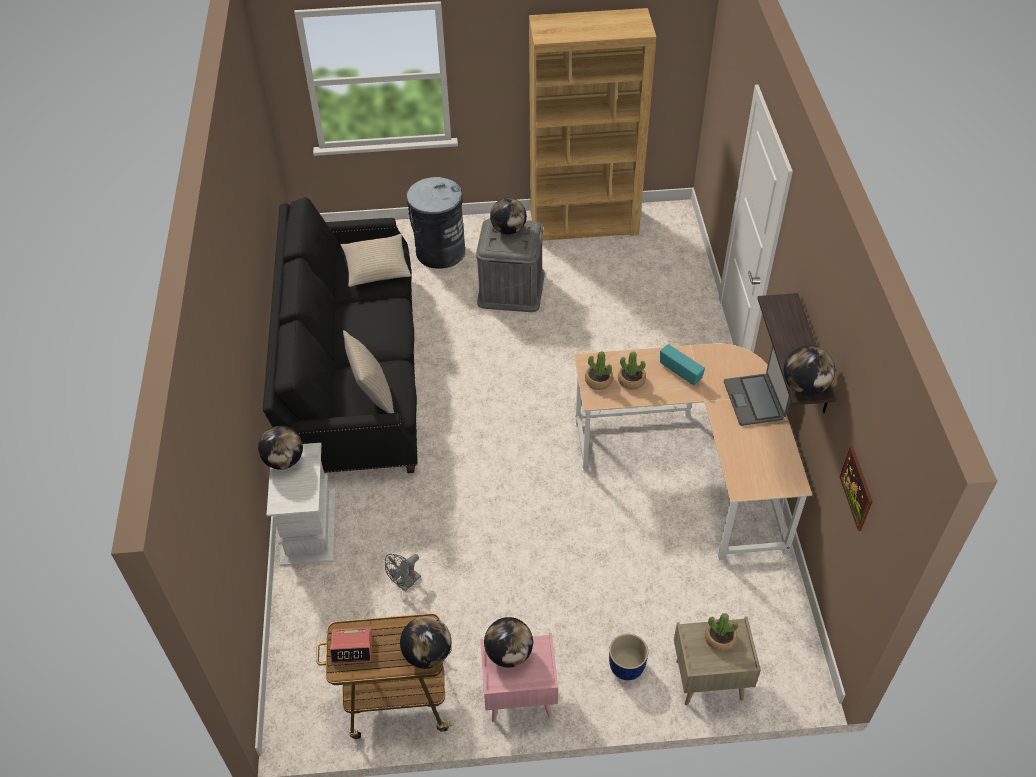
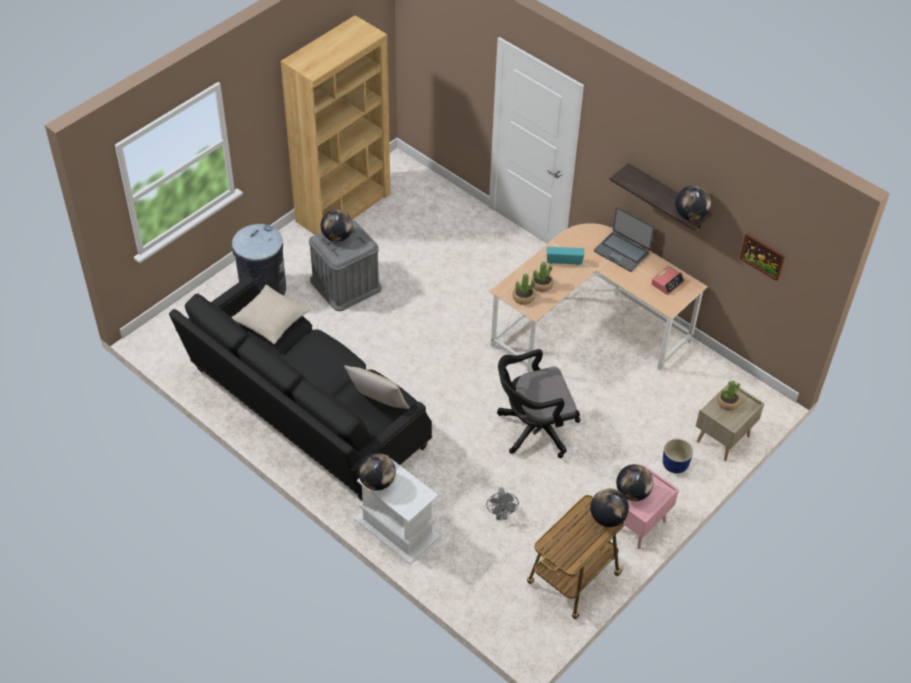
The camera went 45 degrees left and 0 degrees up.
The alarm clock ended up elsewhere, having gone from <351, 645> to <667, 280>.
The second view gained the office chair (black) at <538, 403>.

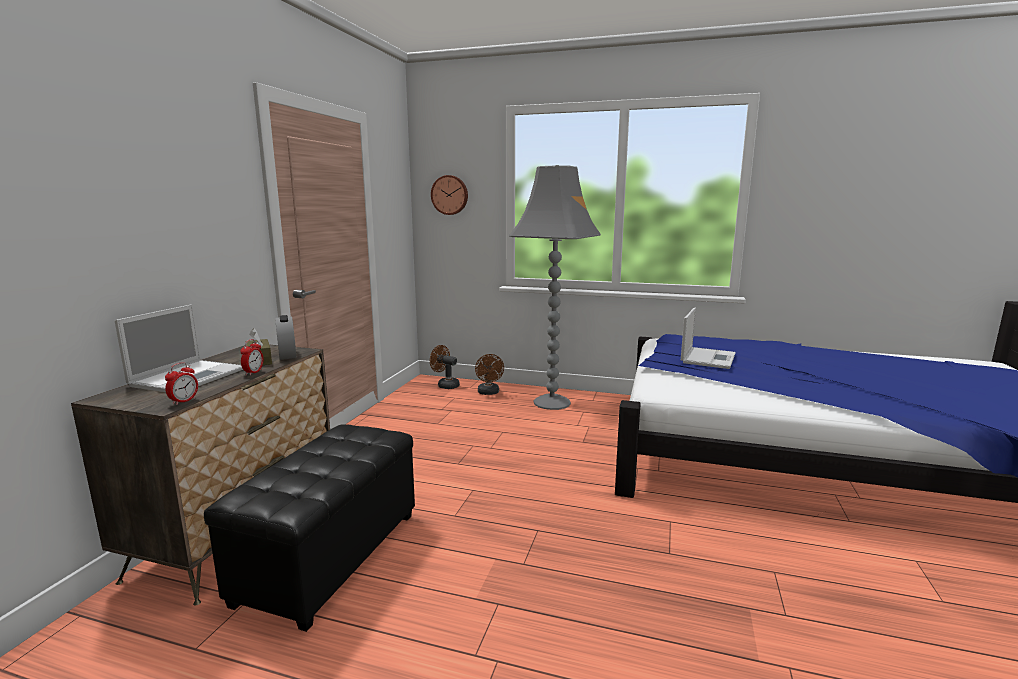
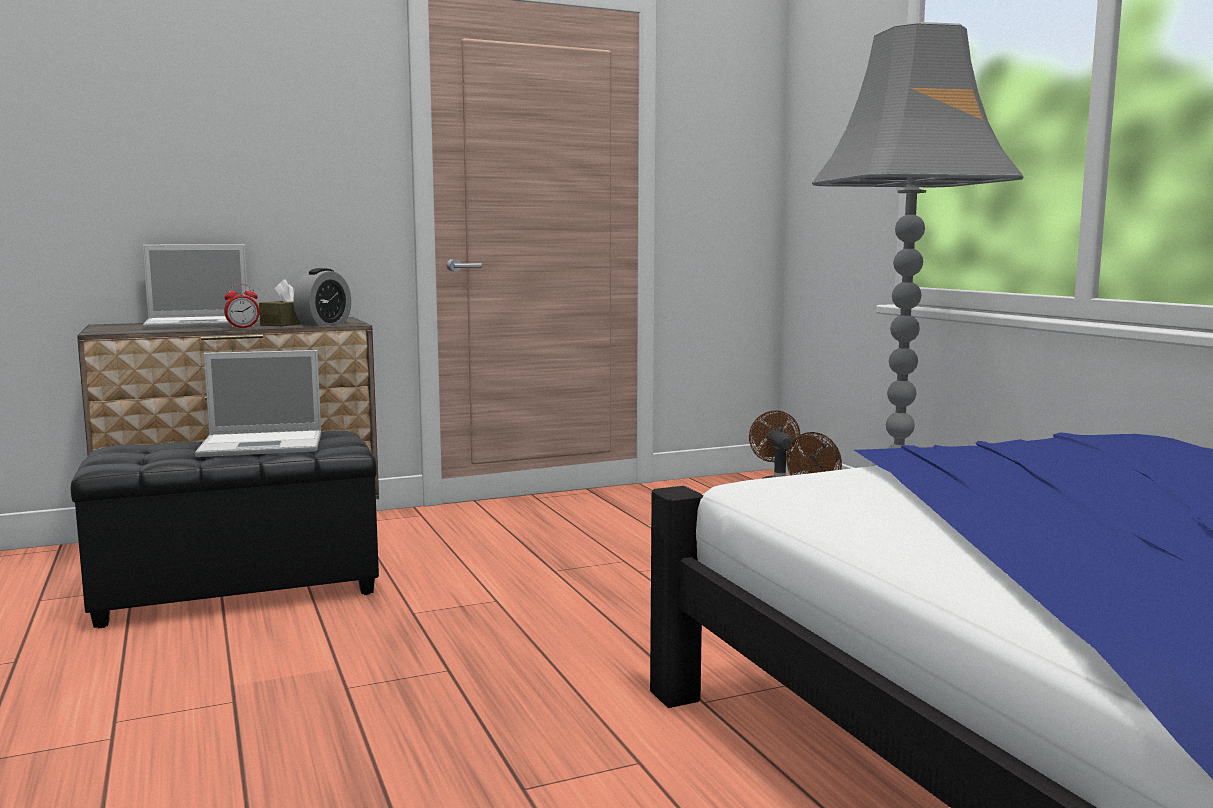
The camera went 50 degrees right and 5 degrees down.
The second view lost the alarm clock at <181, 383>.
The second view lost the wall clock at <449, 195>.
The laptop ended up elsewhere, having gone from <708, 338> to <258, 403>.

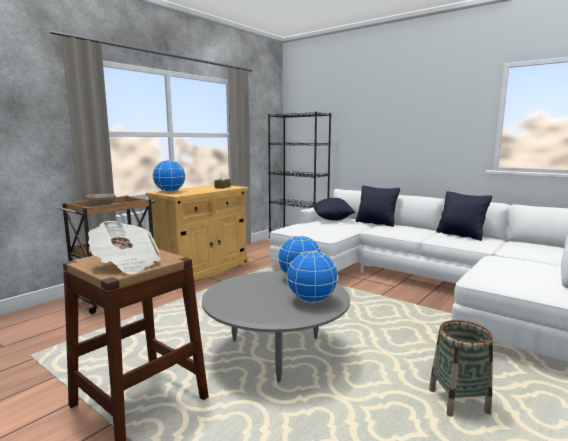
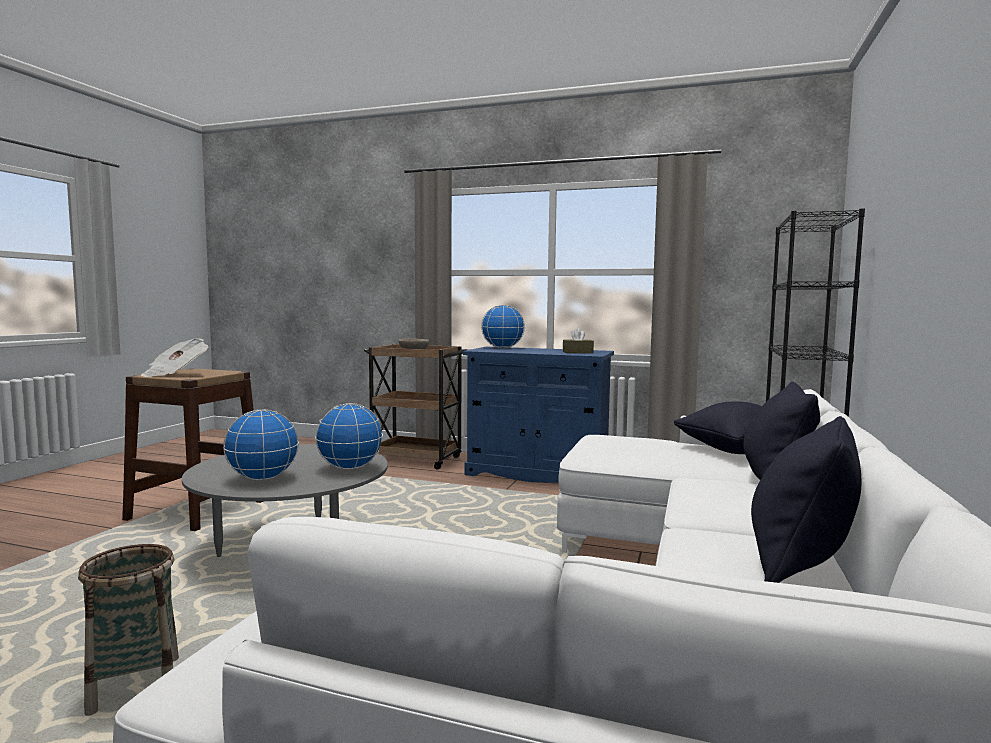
The camera went 70 degrees right and 5 degrees down.
What was the cabinet (beige) at <197, 232> turned into the cabinet (blue) at <538, 415>.

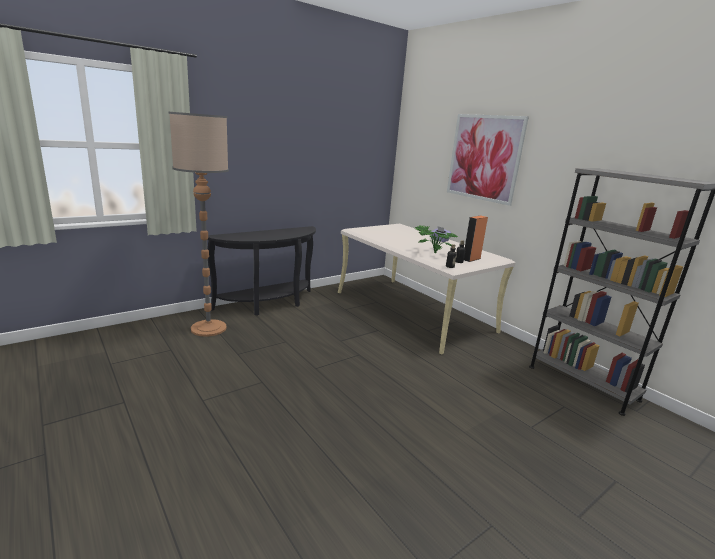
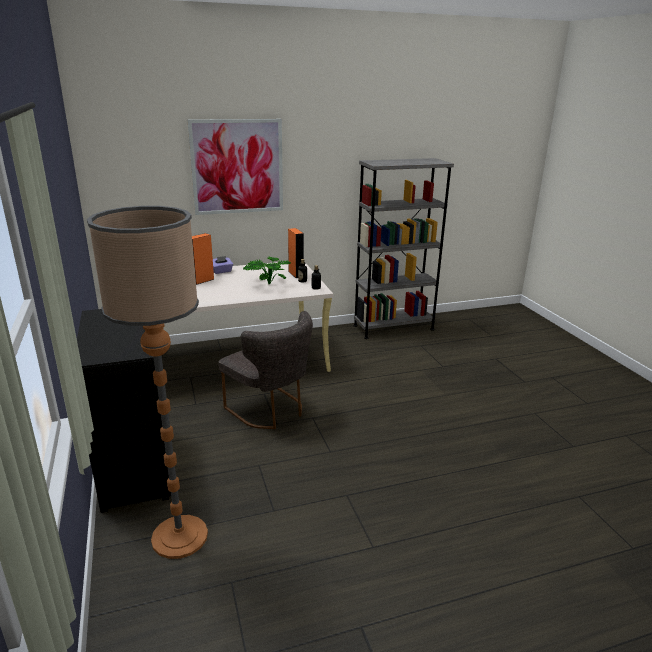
The camera went 70 degrees left and 5 degrees up.
Where the console table (black) stood at <261, 271>, the cabinet (black) came to stand at <124, 411>.
The second view gained the speaker (orange) at <203, 259>.
The second view gained the chair (grey) at <265, 370>.

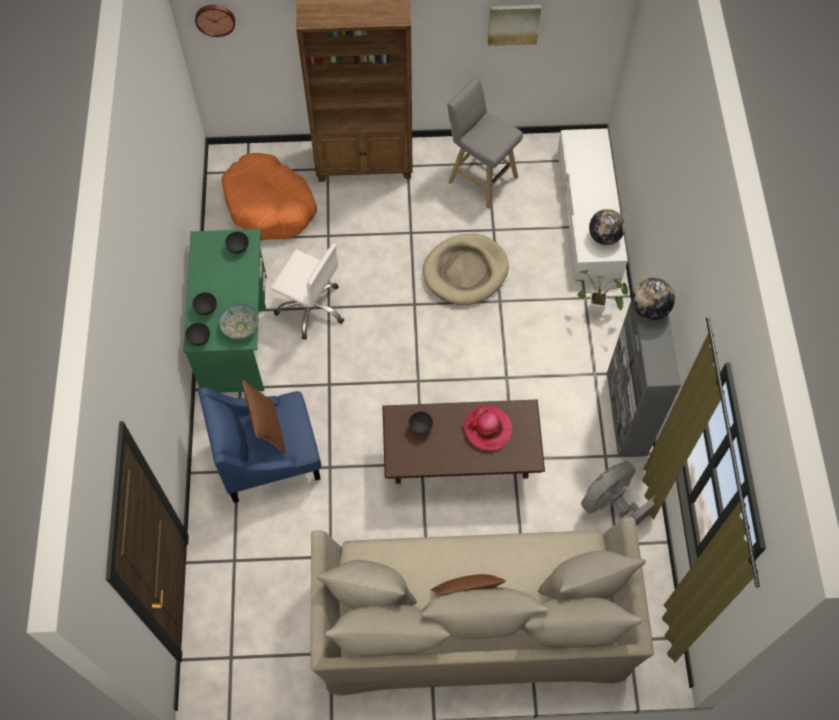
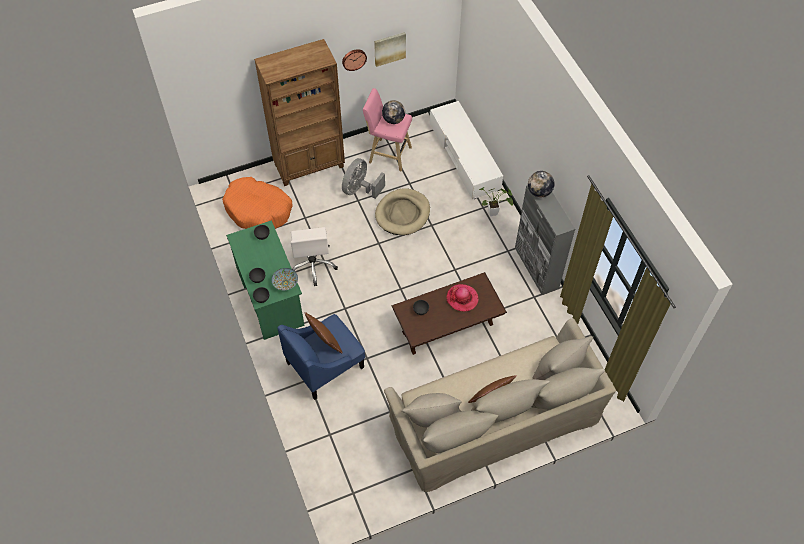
The camera went 20 degrees left and 5 degrees down.
The wall clock ended up elsewhere, having gone from <215, 21> to <354, 60>.
The office chair (white) at <307, 291> ended up facing another way, 75 degrees clockwise from before.
What was the stool (grey) at <485, 143> turned into the stool (pink) at <387, 130>.
The fan (grey) ended up elsewhere, having gone from <618, 493> to <363, 178>.
The globe ended up elsewhere, having gone from <607, 227> to <393, 112>.

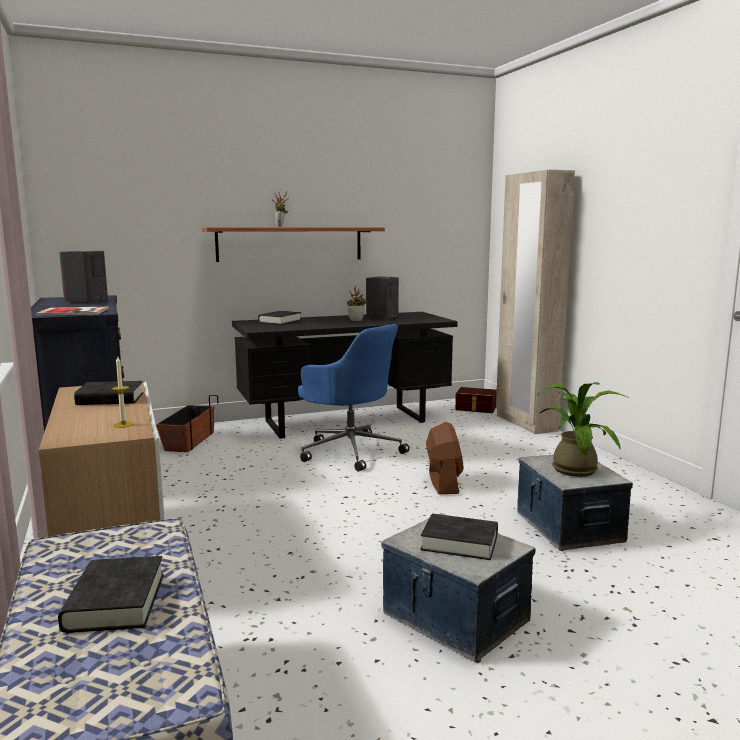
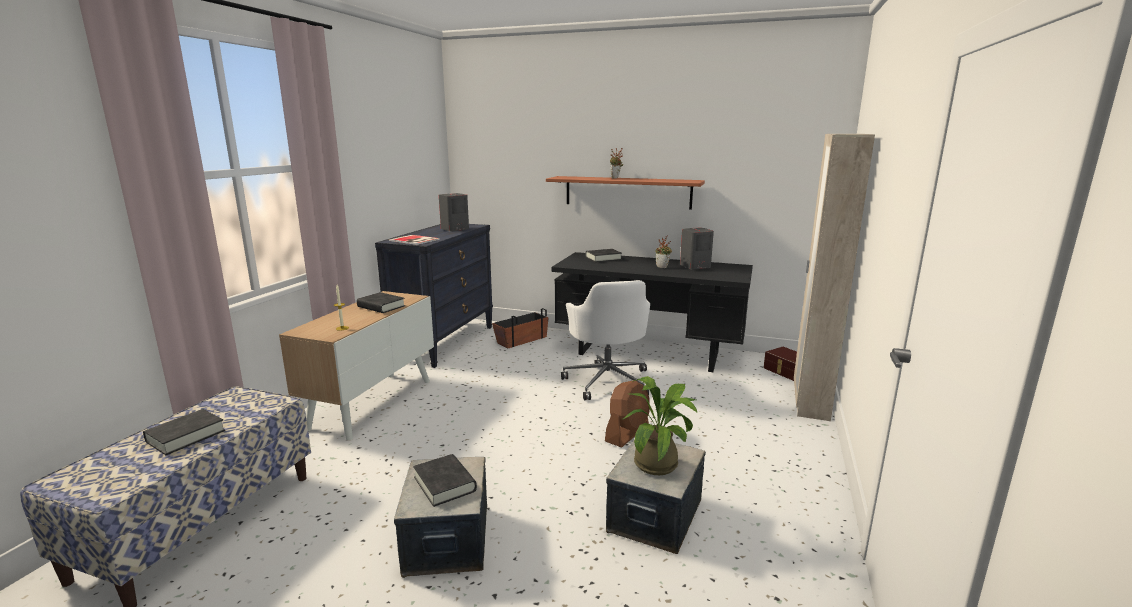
The camera went 40 degrees right and 5 degrees up.
What was the office chair (blue) at <354, 398> turned into the office chair (white) at <605, 340>.

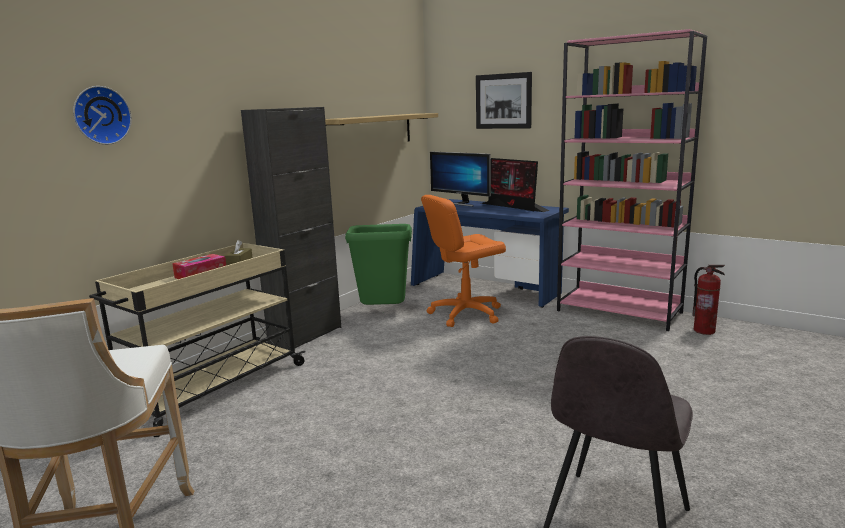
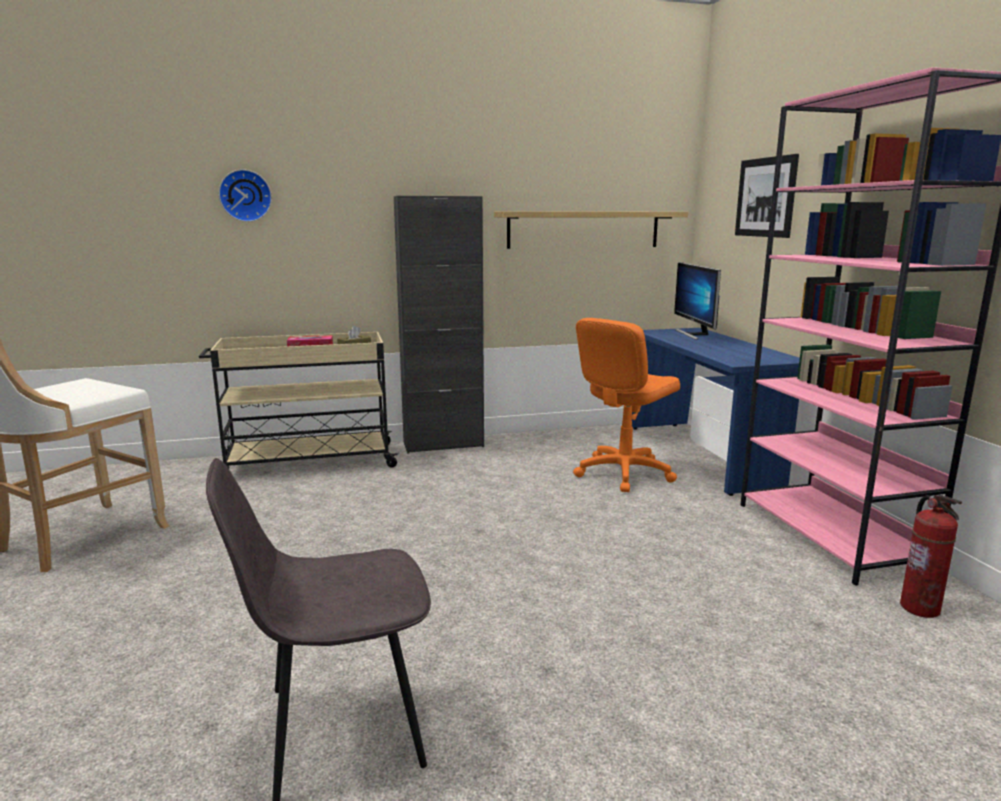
The camera went 40 degrees right and 0 degrees up.
The second view lost the trash can (green) at <378, 264>.
The office chair (orange) at <463, 261> ended up facing another way, 60 degrees counterclockwise from before.
The second view lost the monitor at <515, 185>.

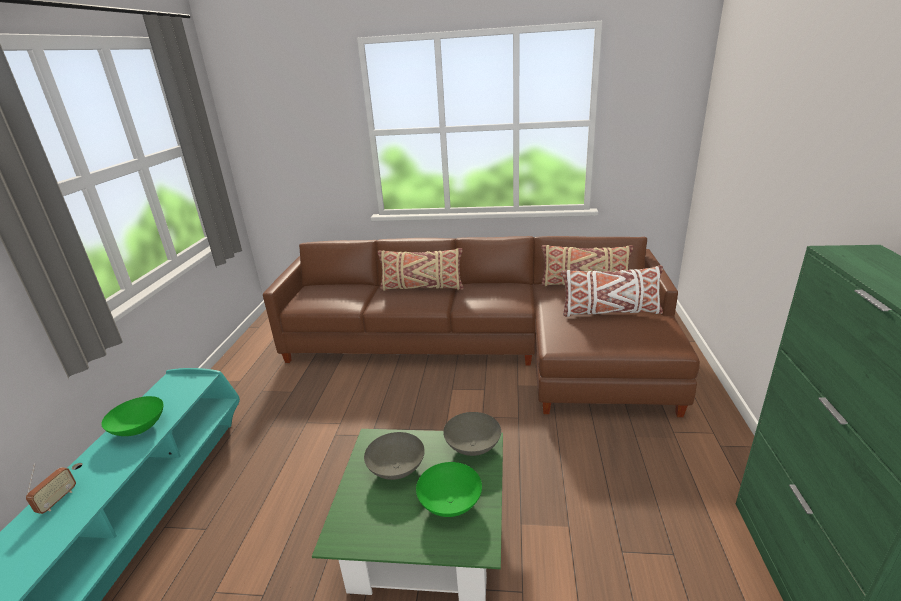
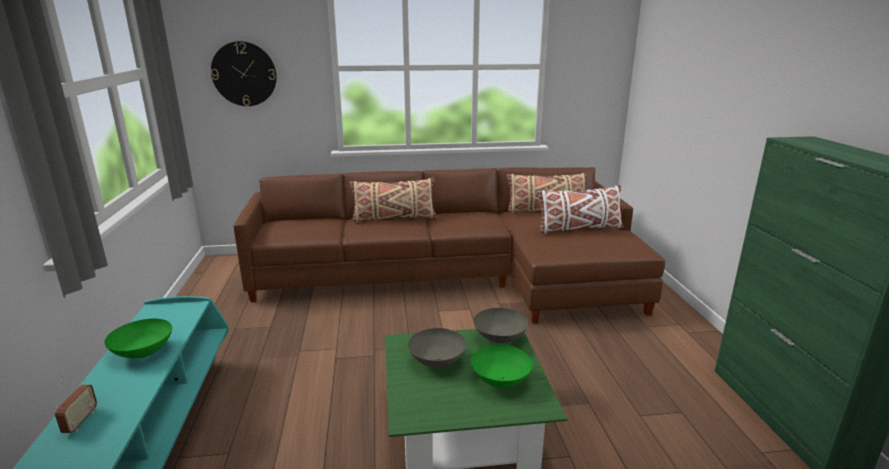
The camera went 15 degrees left and 5 degrees down.
The second view gained the wall clock at <244, 73>.

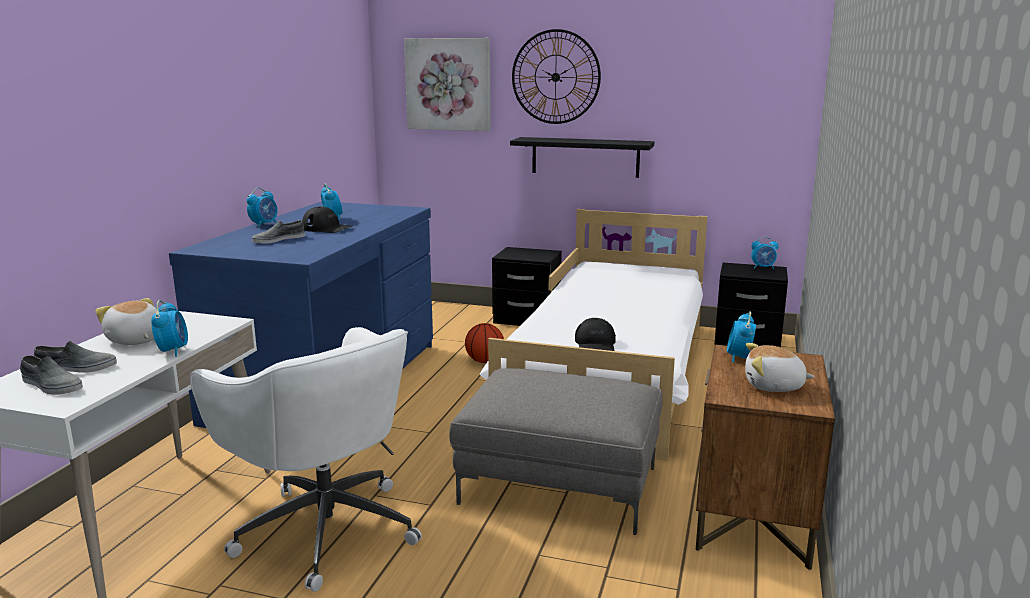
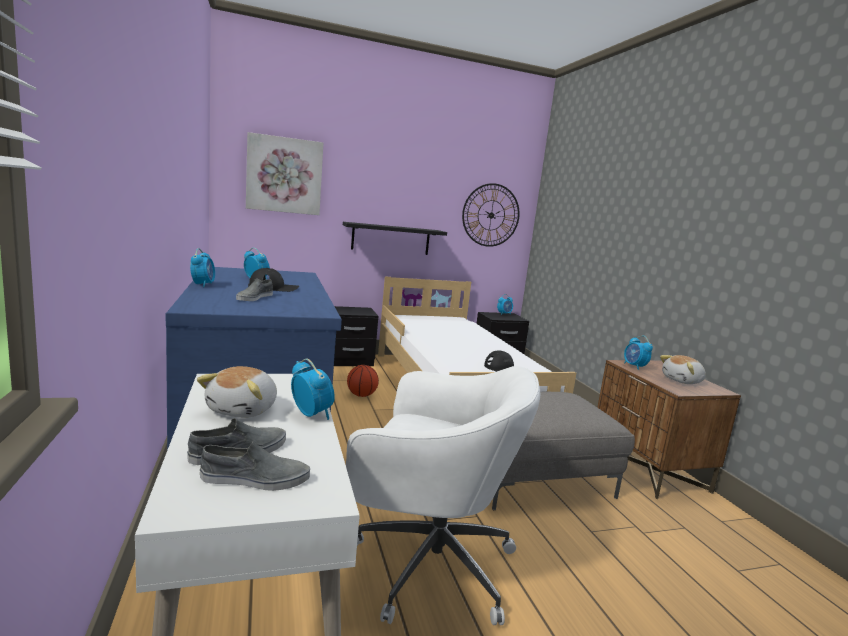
The camera went 35 degrees left and 5 degrees down.
The plush toy at <126, 321> ended up facing another way, 90 degrees counterclockwise from before.
The wall clock ended up elsewhere, having gone from <556, 76> to <491, 215>.

